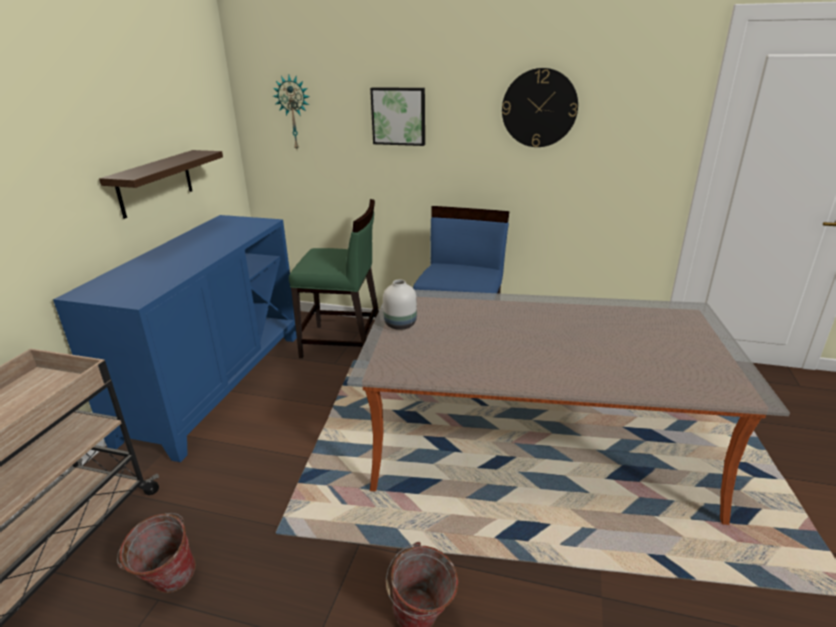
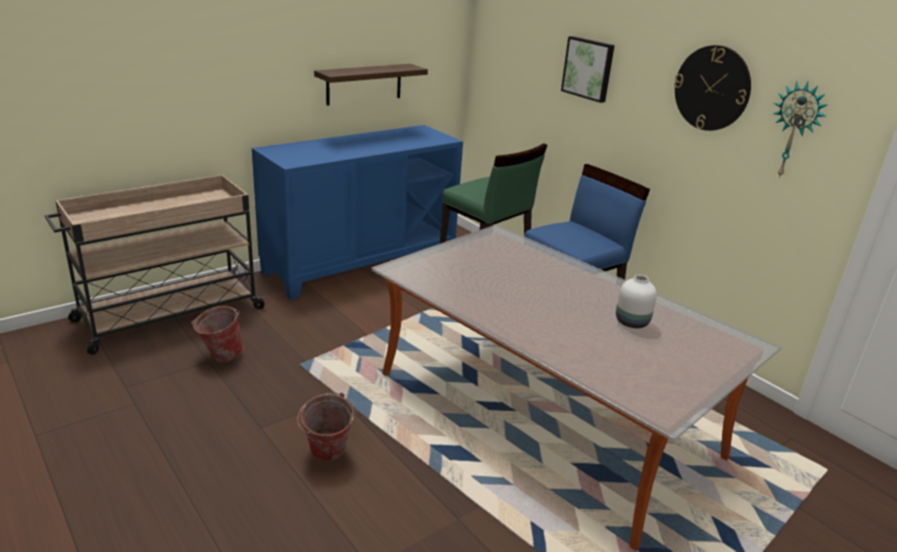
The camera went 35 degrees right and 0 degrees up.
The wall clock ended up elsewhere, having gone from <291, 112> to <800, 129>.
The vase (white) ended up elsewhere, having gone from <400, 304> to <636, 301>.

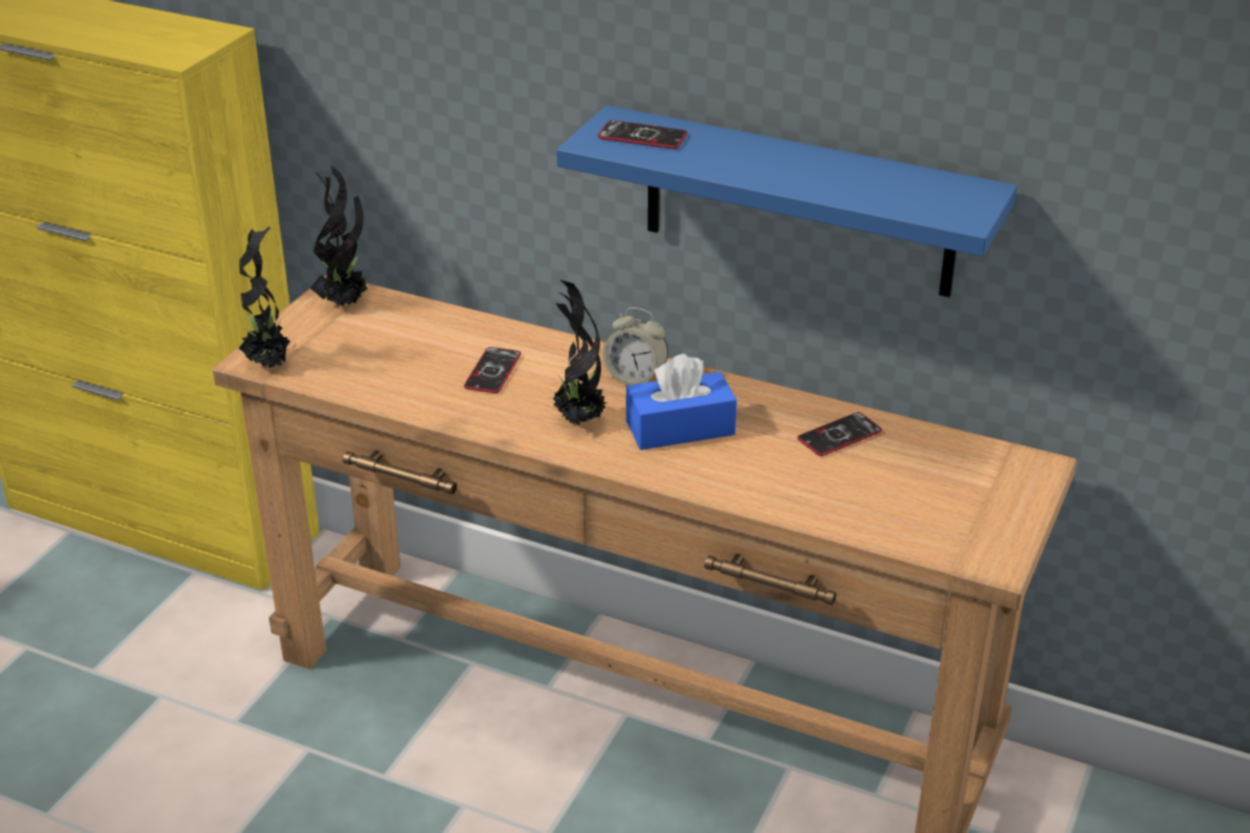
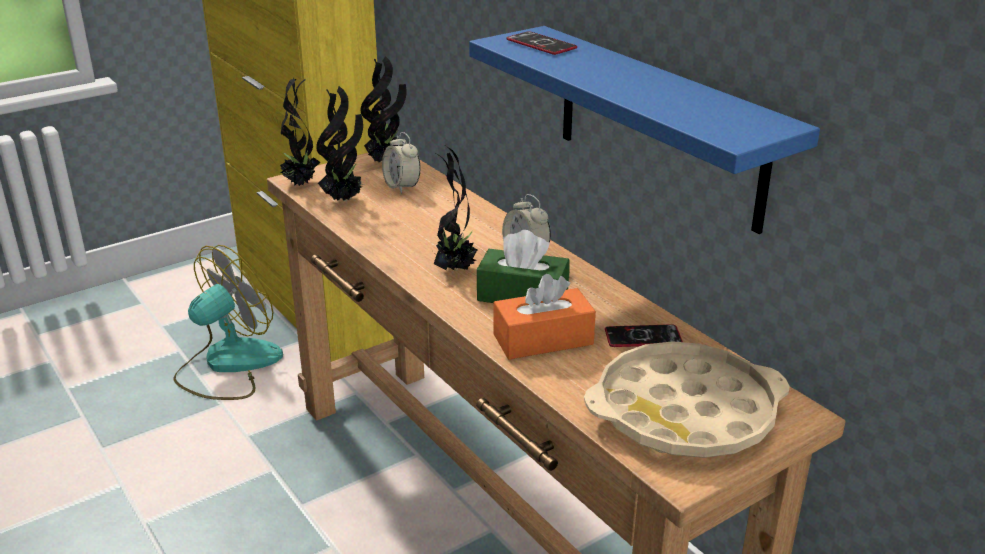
The camera went 30 degrees right and 5 degrees down.
The second view lost the phone at <492, 370>.
What was the tissue box (blue) at <681, 402> turned into the tissue box (green) at <523, 266>.
The second view gained the fan at <228, 322>.
The second view gained the potted plant at <339, 143>.
The second view gained the alarm clock at <401, 163>.
The second view gained the tissue box (orange) at <545, 316>.
The second view gained the tray (beige) at <687, 399>.

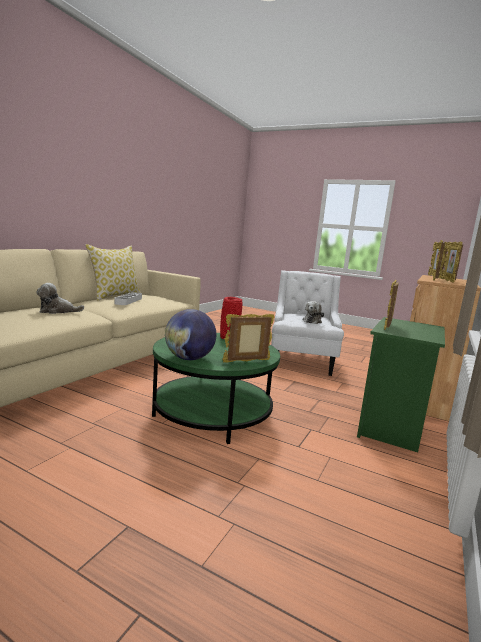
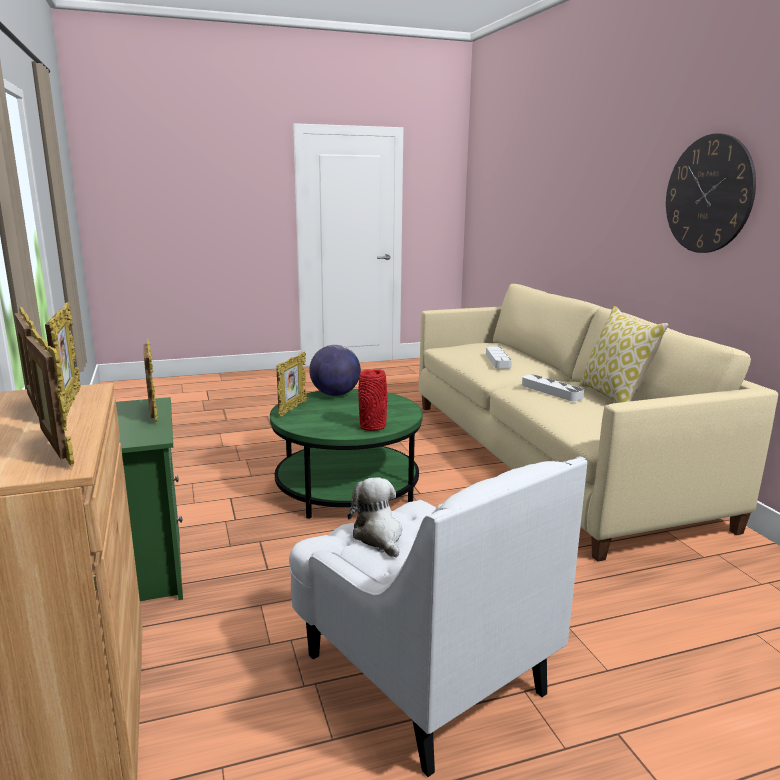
The camera went 135 degrees right and 5 degrees up.
Where the plush toy stood at <60, 298>, the tray (grey) came to stand at <499, 357>.
The second view gained the wall clock at <711, 193>.

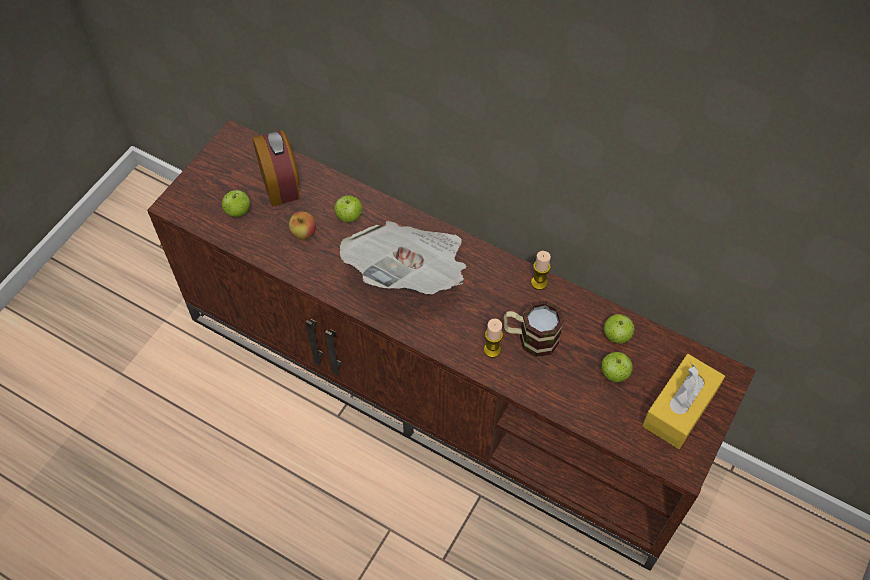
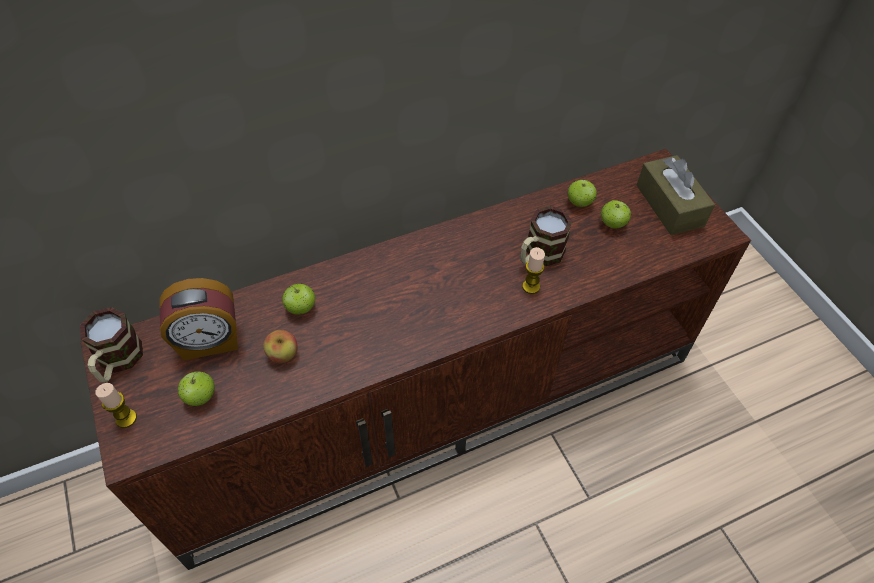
The camera went 55 degrees left and 5 degrees down.
The alarm clock at <276, 168> ended up facing another way, 150 degrees clockwise from before.
The second view lost the newspaper at <403, 257>.
The candle ended up elsewhere, having gone from <541, 270> to <116, 405>.
What was the tissue box (yellow) at <683, 401> turned into the tissue box (brown) at <675, 195>.
The second view gained the mug at <111, 344>.

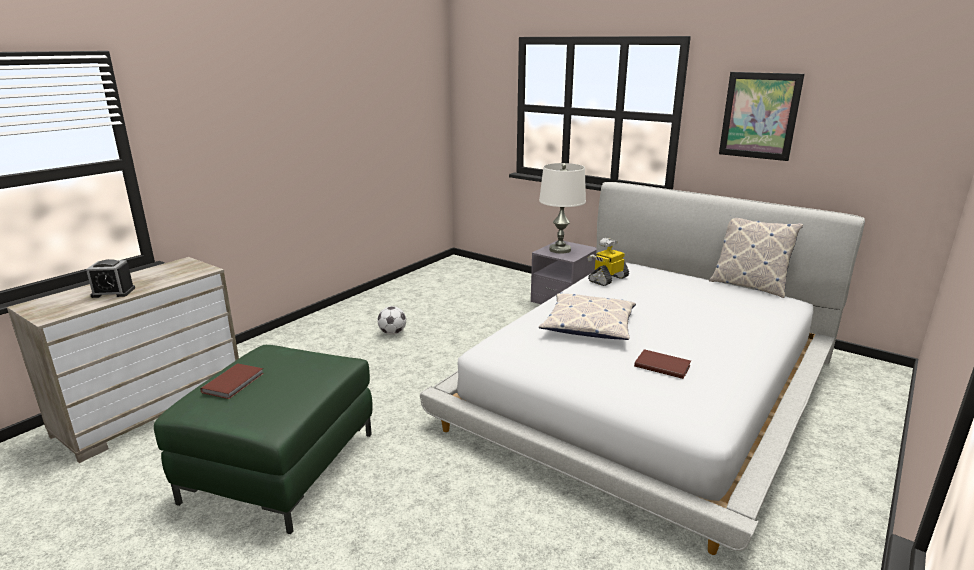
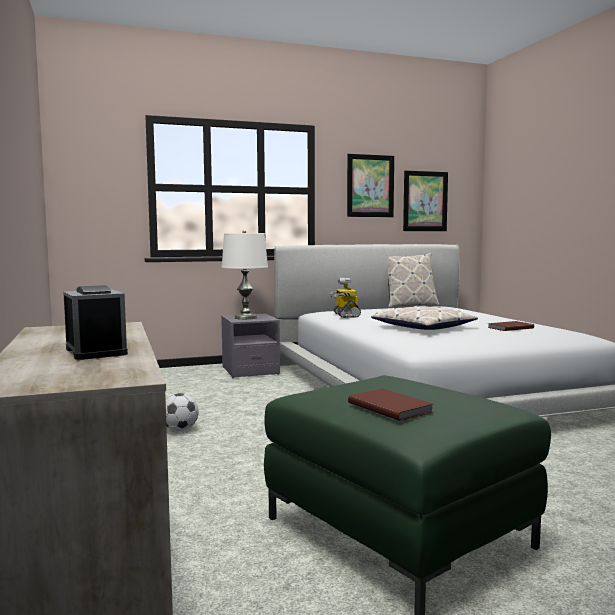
The camera went 55 degrees left and 15 degrees down.
The alarm clock at <110, 278> ended up facing another way, 60 degrees counterclockwise from before.
The second view gained the picture at <425, 201>.

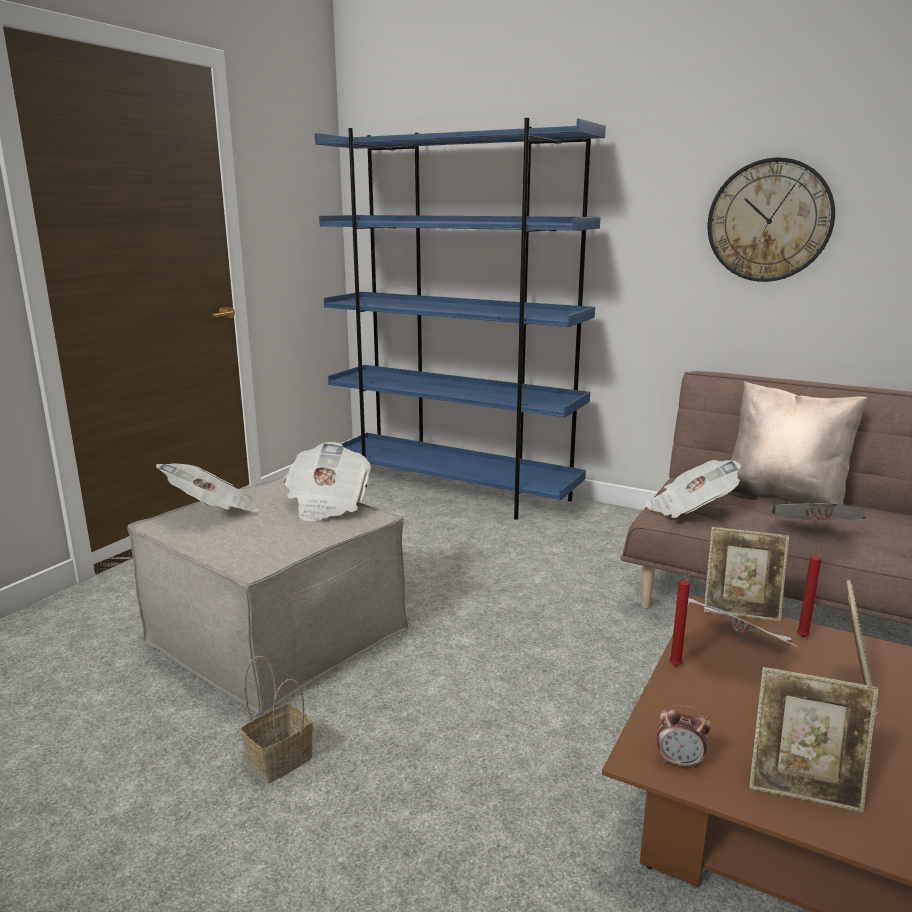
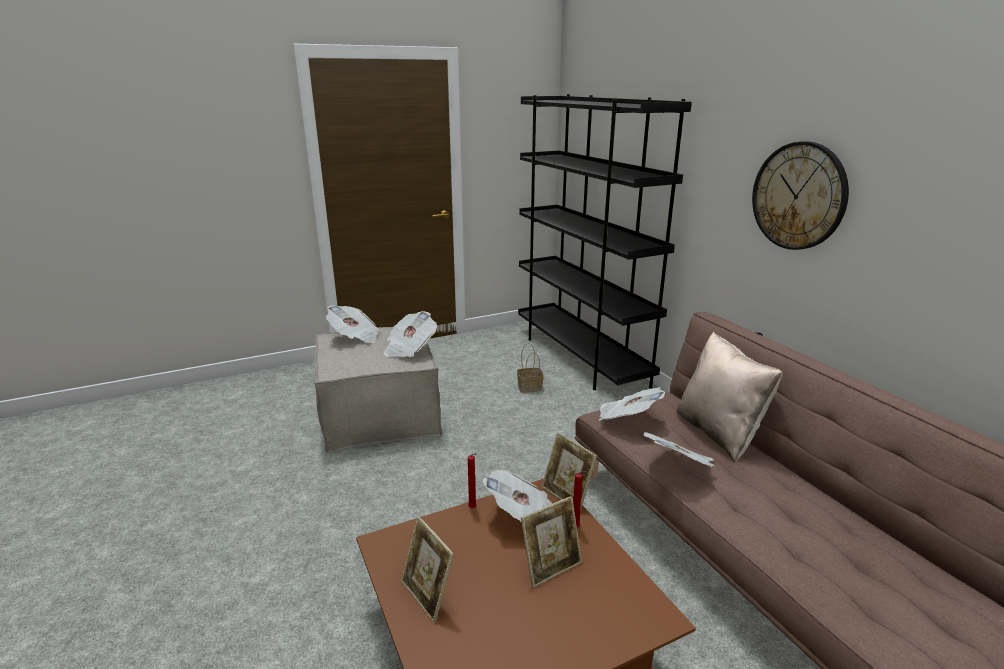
The camera went 35 degrees right and 5 degrees up.
The basket ended up elsewhere, having gone from <276, 720> to <530, 368>.
What was the bookcase (blue) at <460, 319> turned into the bookcase (black) at <605, 242>.
The second view lost the alarm clock at <684, 737>.

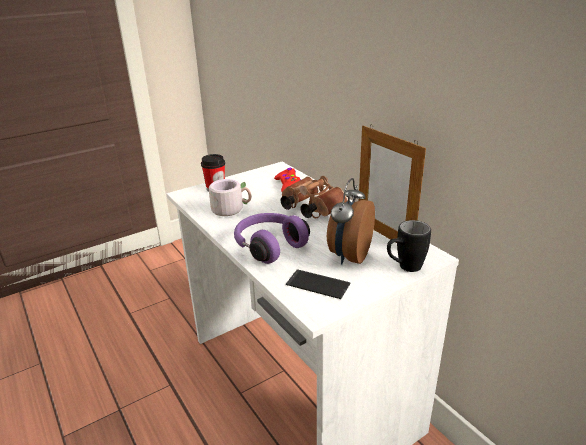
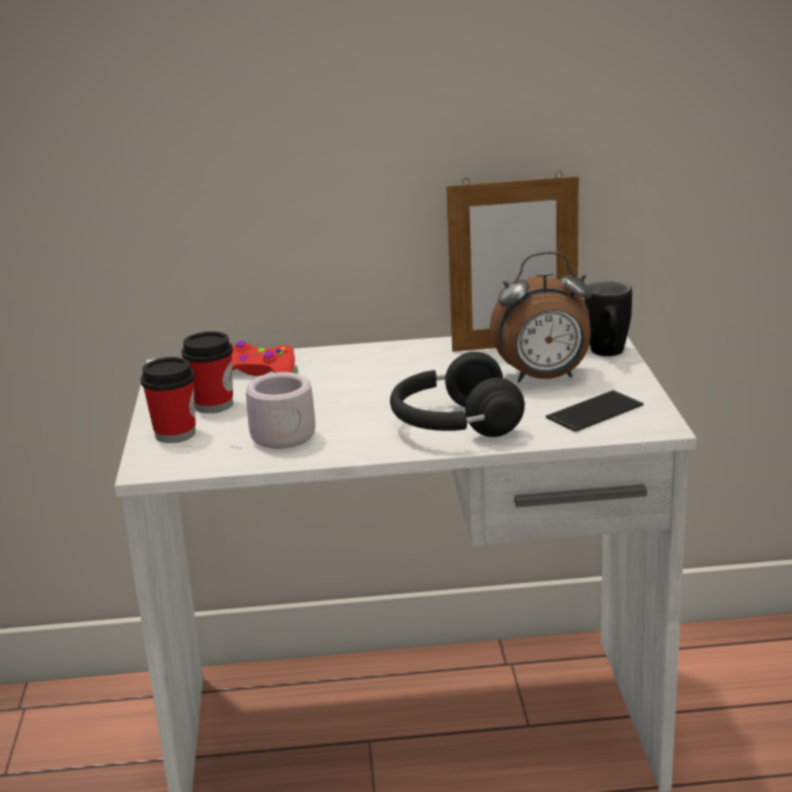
The camera went 60 degrees left and 5 degrees down.
What was the headphones (purple) at <272, 238> turned into the headphones (black) at <457, 394>.
The second view lost the binoculars (brown) at <314, 197>.
The alarm clock at <351, 221> ended up facing another way, 60 degrees counterclockwise from before.
The second view gained the cup at <207, 372>.

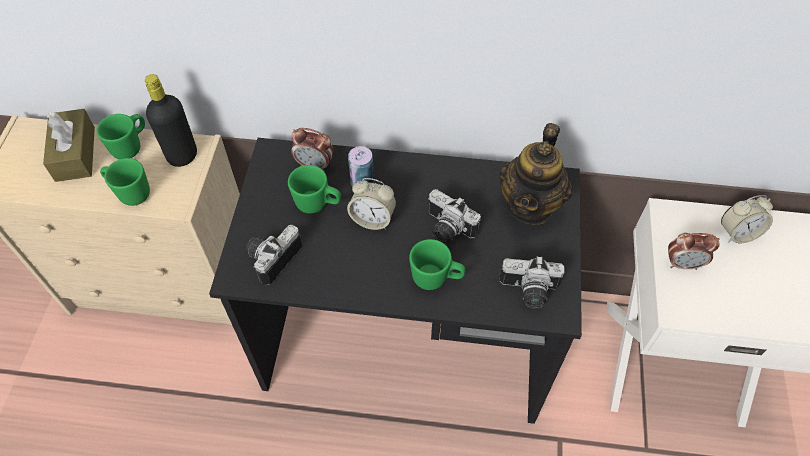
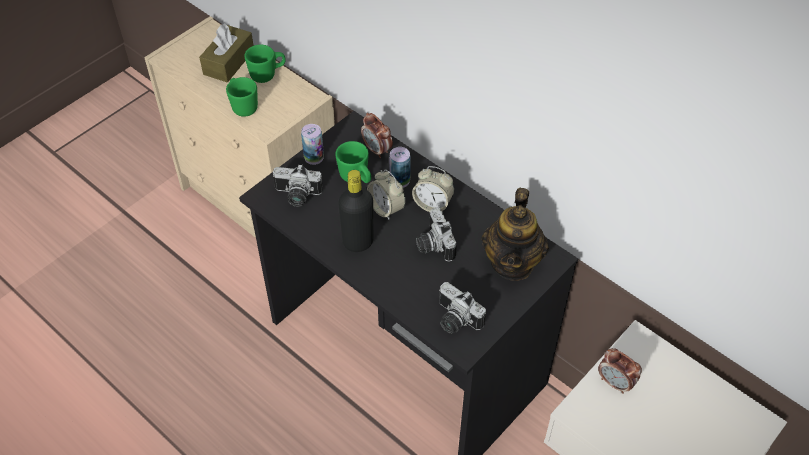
The camera went 35 degrees right and 5 degrees down.
The bottle (black) ended up elsewhere, having gone from <171, 120> to <356, 211>.
The photo camera at <274, 255> ended up facing another way, 150 degrees counterclockwise from before.
The second view lost the mug (green) at <437, 264>.
The teapot at <535, 174> ended up facing another way, 45 degrees counterclockwise from before.
The alarm clock ended up elsewhere, having gone from <747, 219> to <433, 189>.
The second view gained the can at <312, 144>.

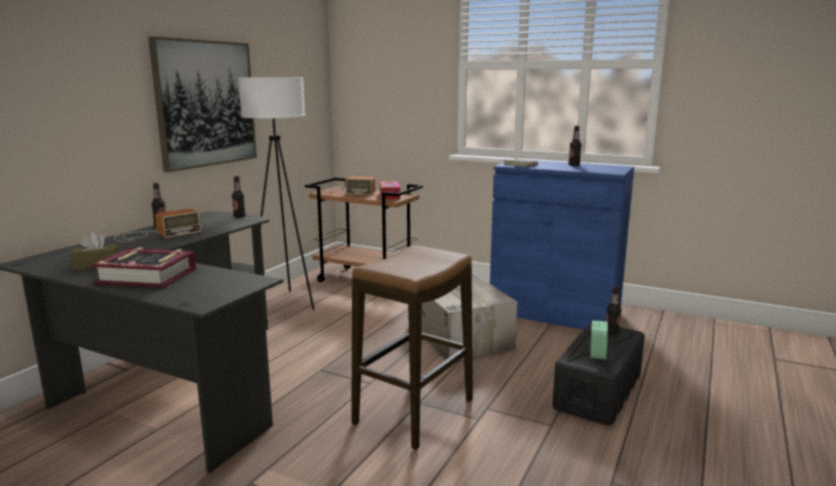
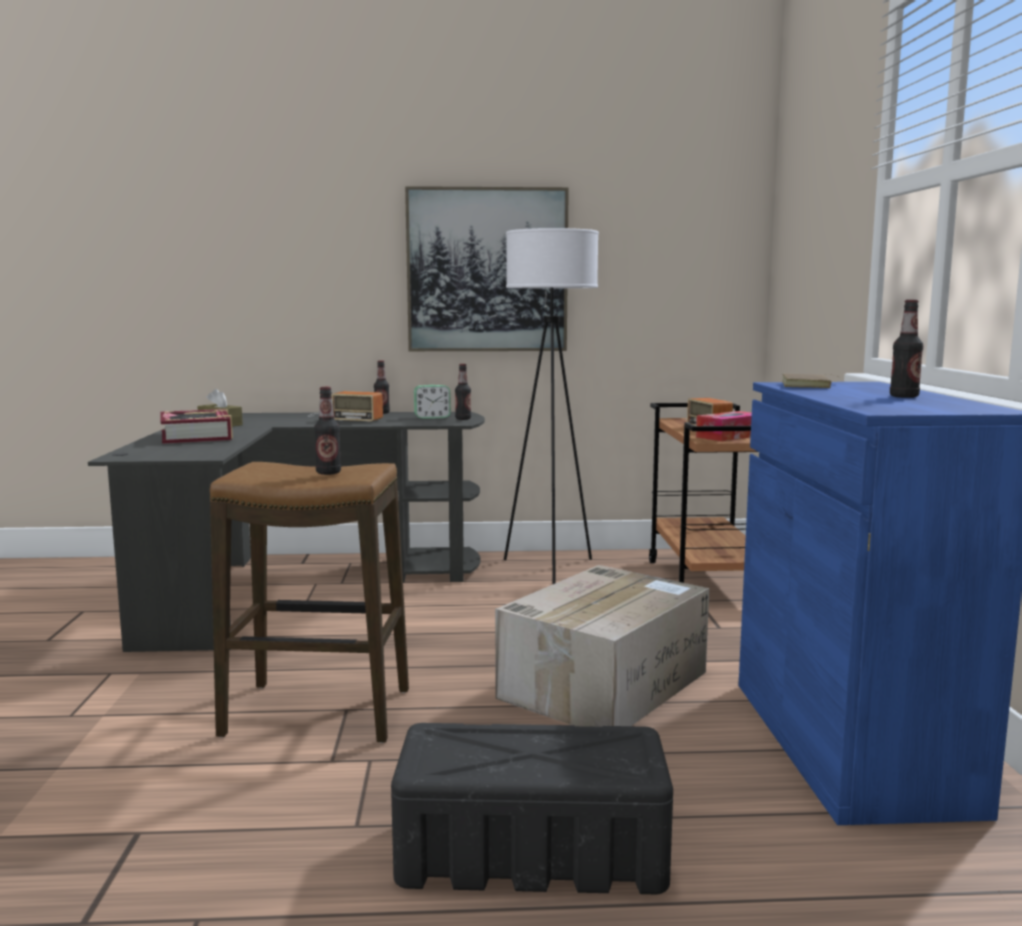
The camera went 60 degrees right and 5 degrees down.
The alarm clock ended up elsewhere, having gone from <599, 340> to <432, 402>.
The bottle ended up elsewhere, having gone from <613, 311> to <327, 431>.

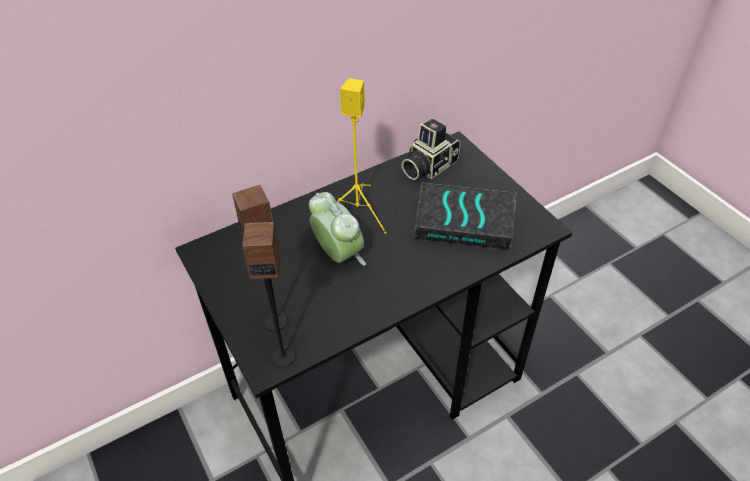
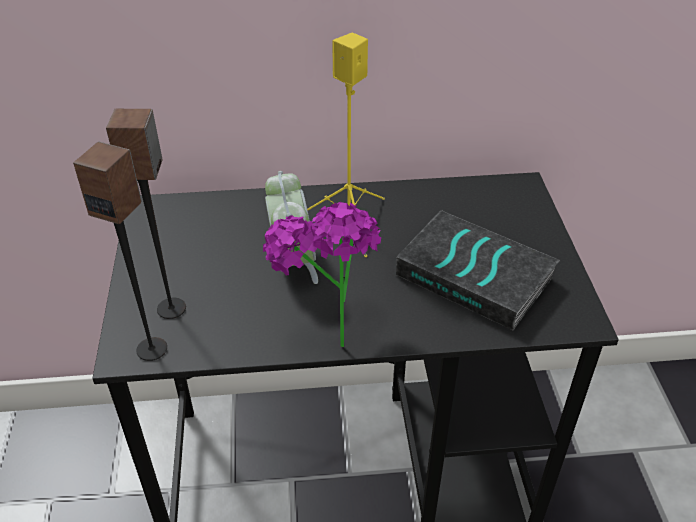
The camera went 25 degrees right and 5 degrees down.
The second view lost the photo camera at <431, 149>.
The second view gained the potted plant at <322, 274>.

